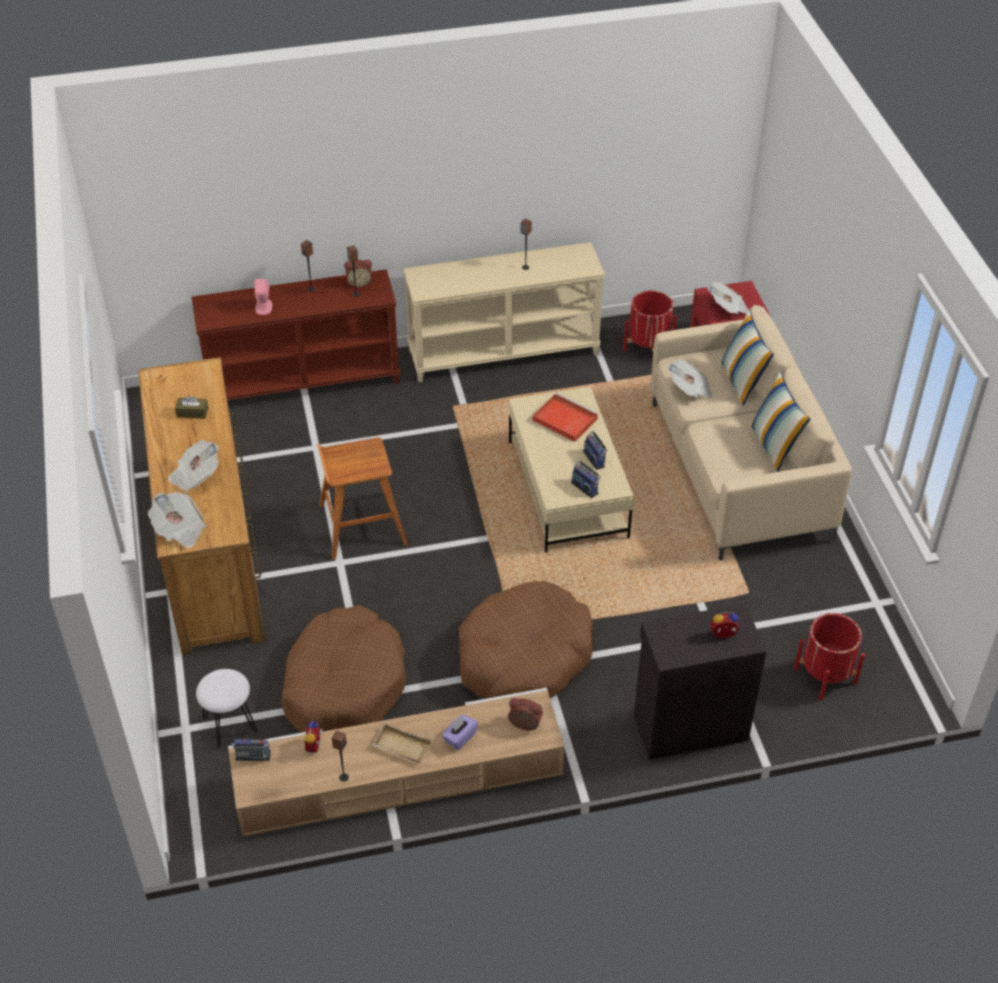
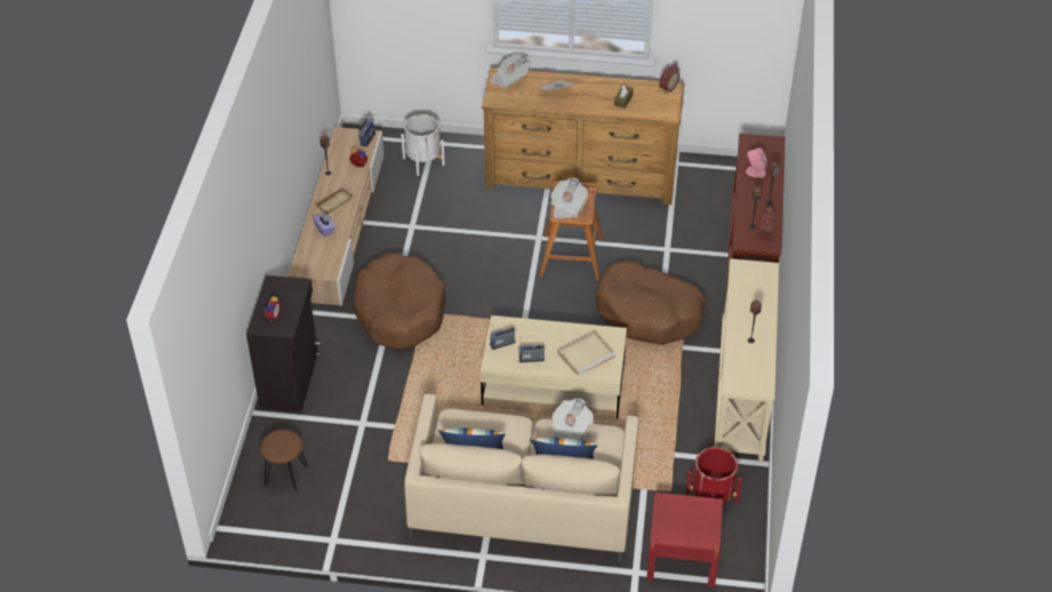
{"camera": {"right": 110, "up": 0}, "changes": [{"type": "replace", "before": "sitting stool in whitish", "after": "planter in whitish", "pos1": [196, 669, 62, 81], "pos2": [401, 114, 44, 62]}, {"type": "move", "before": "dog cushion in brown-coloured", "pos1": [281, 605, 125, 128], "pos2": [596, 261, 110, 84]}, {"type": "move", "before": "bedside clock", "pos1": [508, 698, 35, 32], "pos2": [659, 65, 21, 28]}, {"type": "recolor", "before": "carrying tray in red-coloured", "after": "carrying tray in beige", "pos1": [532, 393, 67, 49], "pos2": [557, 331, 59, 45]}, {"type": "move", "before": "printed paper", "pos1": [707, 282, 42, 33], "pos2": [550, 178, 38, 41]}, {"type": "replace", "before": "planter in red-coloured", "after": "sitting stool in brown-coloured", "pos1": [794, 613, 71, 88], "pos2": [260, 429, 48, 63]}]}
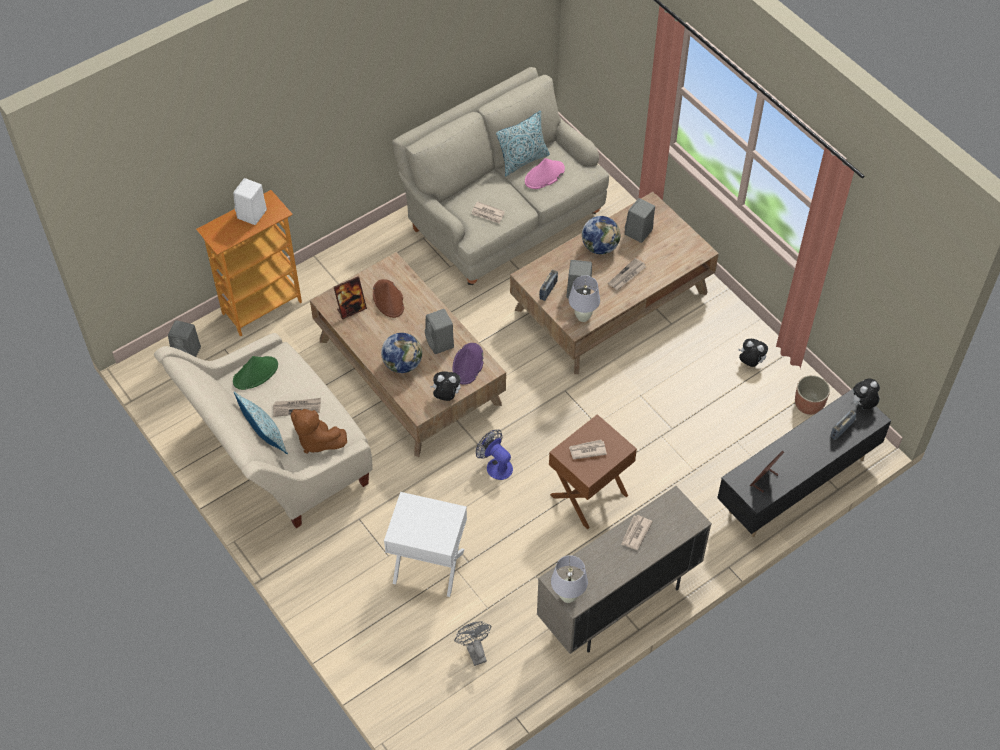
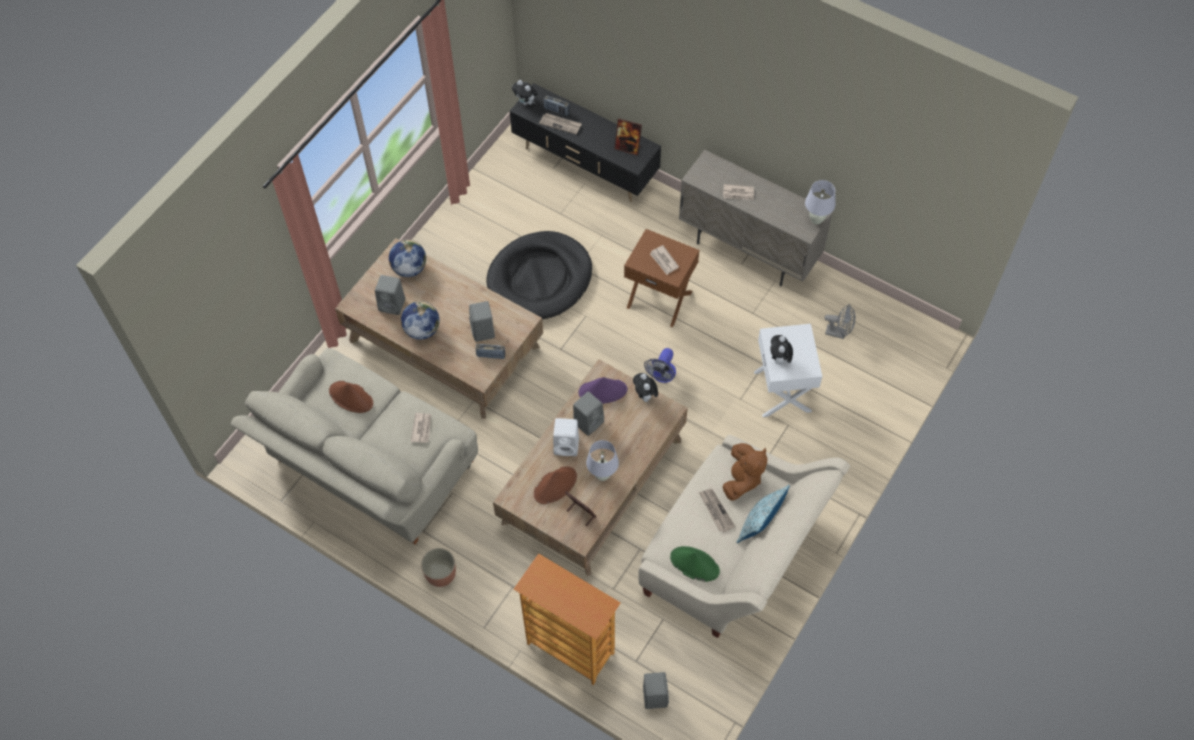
{"camera": {"right": -110, "up": 5}, "changes": [{"type": "move", "before": "audio speaker in whitish", "pos1": [233, 178, 34, 47], "pos2": [553, 418, 26, 38]}, {"type": "move", "before": "desk globe", "pos1": [381, 333, 41, 40], "pos2": [389, 240, 37, 37]}, {"type": "rotate", "before": "fan in gray", "pos1": [454, 621, 37, 45], "pos2": [825, 304, 30, 35], "turn": -120}, {"type": "delete", "before": "cushion", "pos1": [496, 111, 54, 66]}, {"type": "recolor", "before": "clothing hat in pink-coloured", "after": "clothing hat in brown-coloured", "pos1": [525, 158, 40, 31], "pos2": [329, 381, 44, 32]}, {"type": "move", "before": "tabletop lamp in whitish", "pos1": [569, 275, 31, 47], "pos2": [586, 440, 33, 41]}, {"type": "move", "before": "printed paper", "pos1": [608, 258, 38, 32], "pos2": [539, 113, 43, 21]}, {"type": "move", "before": "soft toy", "pos1": [739, 339, 29, 28], "pos2": [770, 335, 23, 30]}, {"type": "move", "before": "planter", "pos1": [795, 375, 35, 40], "pos2": [421, 548, 35, 39]}, {"type": "insert", "after": "dog cushion in black-coloured", "pos2": [486, 231, 106, 88]}]}
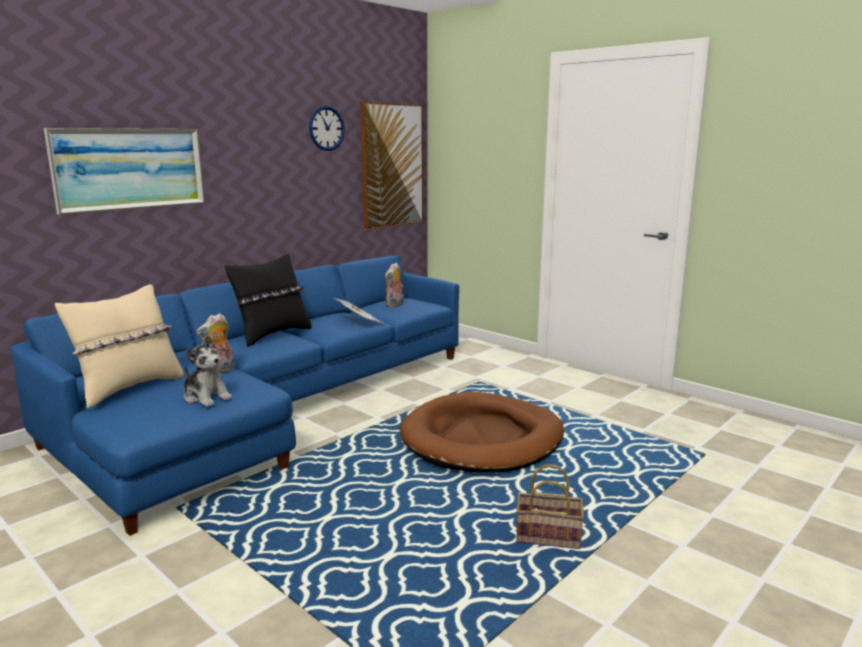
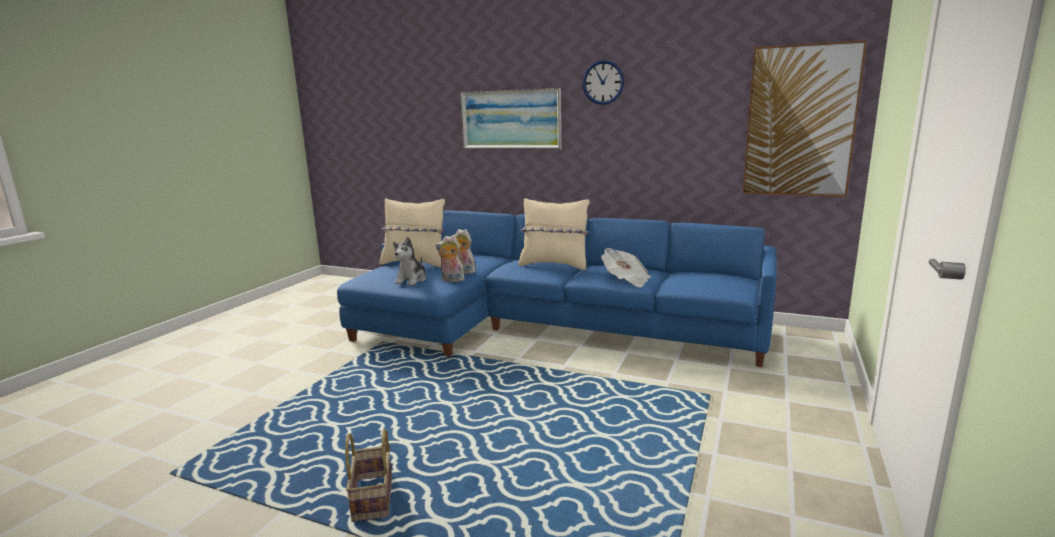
{"camera": {"right": 70, "up": 0}, "changes": [{"type": "recolor", "before": "cushion in black-coloured", "after": "cushion in beige", "pos1": [225, 254, 87, 93], "pos2": [518, 198, 72, 72]}, {"type": "move", "before": "clock on the wall", "pos1": [309, 106, 36, 45], "pos2": [582, 60, 42, 45]}, {"type": "move", "before": "soft toy", "pos1": [385, 263, 19, 44], "pos2": [436, 235, 29, 47]}, {"type": "delete", "before": "dog cushion in brown-coloured", "pos1": [400, 392, 164, 81]}]}
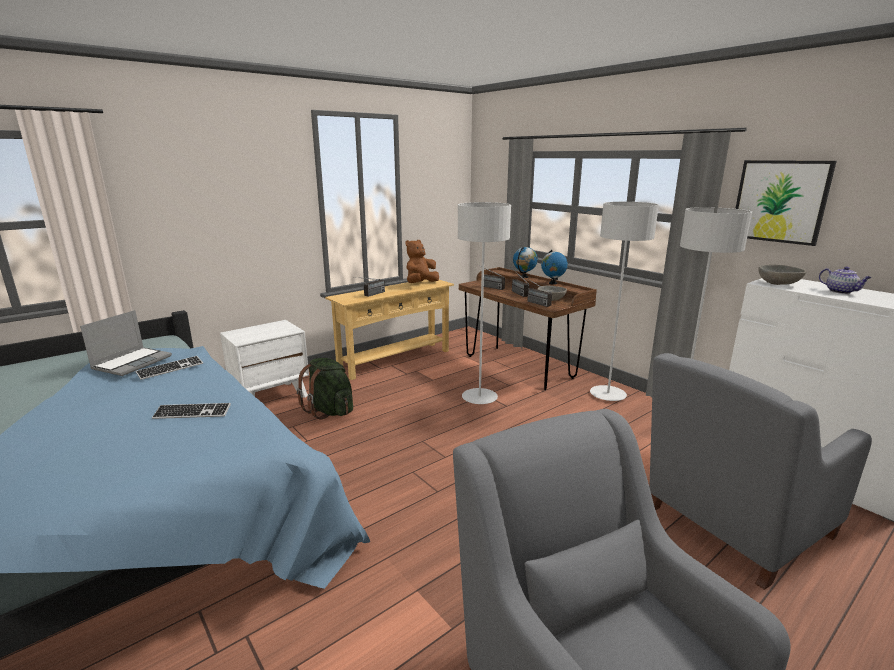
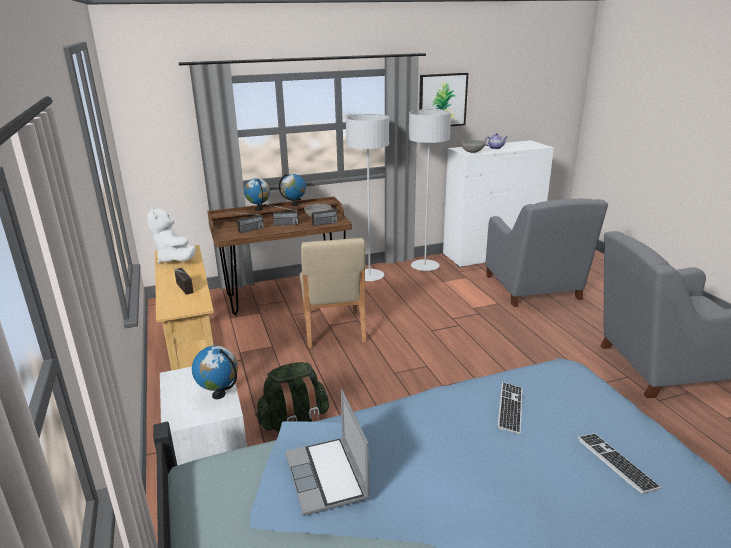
{"camera": {"right": -70, "up": 5}, "changes": [{"type": "rotate", "before": "portable computer", "pos1": [80, 310, 92, 66], "pos2": [285, 389, 85, 127], "turn": -150}, {"type": "move", "before": "computer keyboard", "pos1": [135, 356, 68, 24], "pos2": [578, 433, 83, 61]}, {"type": "recolor", "before": "soft toy in brown-coloured", "after": "soft toy in whitish", "pos1": [405, 240, 34, 43], "pos2": [147, 207, 49, 56]}, {"type": "replace", "before": "standing lamp in gray", "after": "upright chair in beige", "pos1": [458, 202, 53, 202], "pos2": [300, 238, 66, 110]}, {"type": "insert", "after": "desk globe", "pos2": [192, 346, 46, 53]}]}
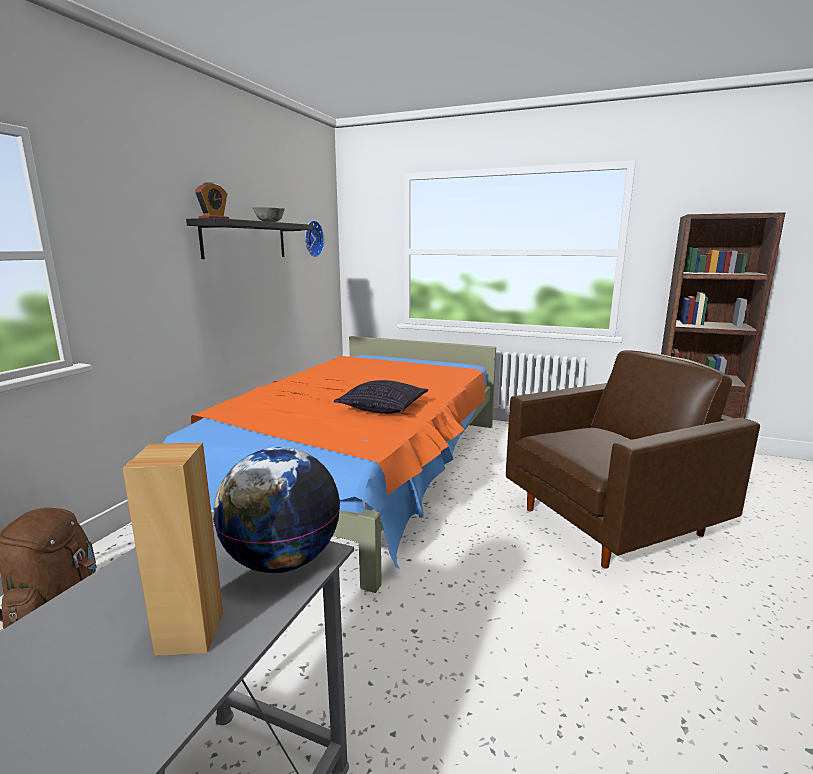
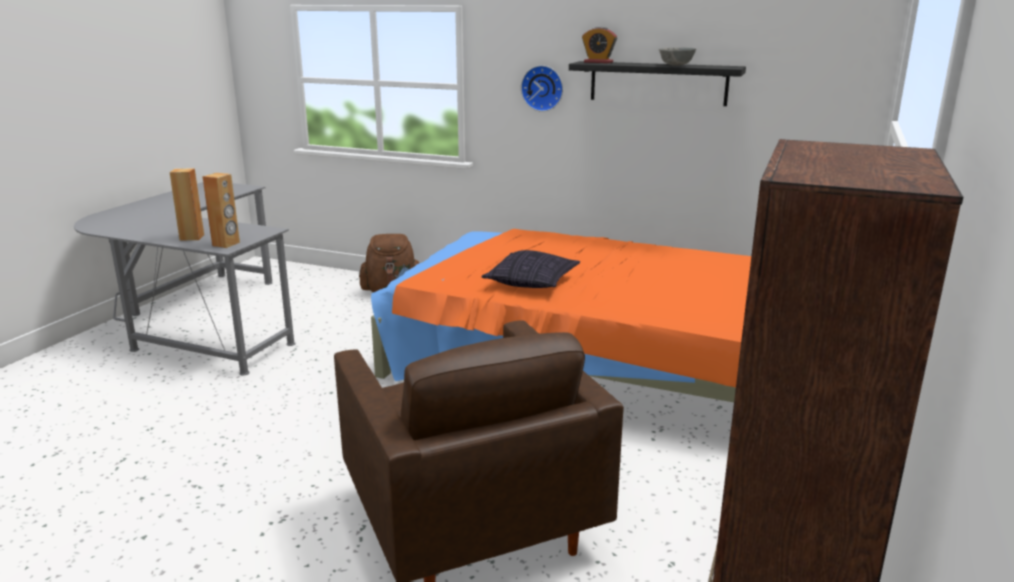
{"camera": {"right": 90, "up": 5}, "changes": [{"type": "replace", "before": "desk globe", "after": "audio speaker in brown-coloured", "pos1": [213, 447, 127, 126], "pos2": [202, 173, 38, 75]}, {"type": "move", "before": "clock on the wall", "pos1": [305, 221, 20, 36], "pos2": [521, 65, 42, 47]}]}
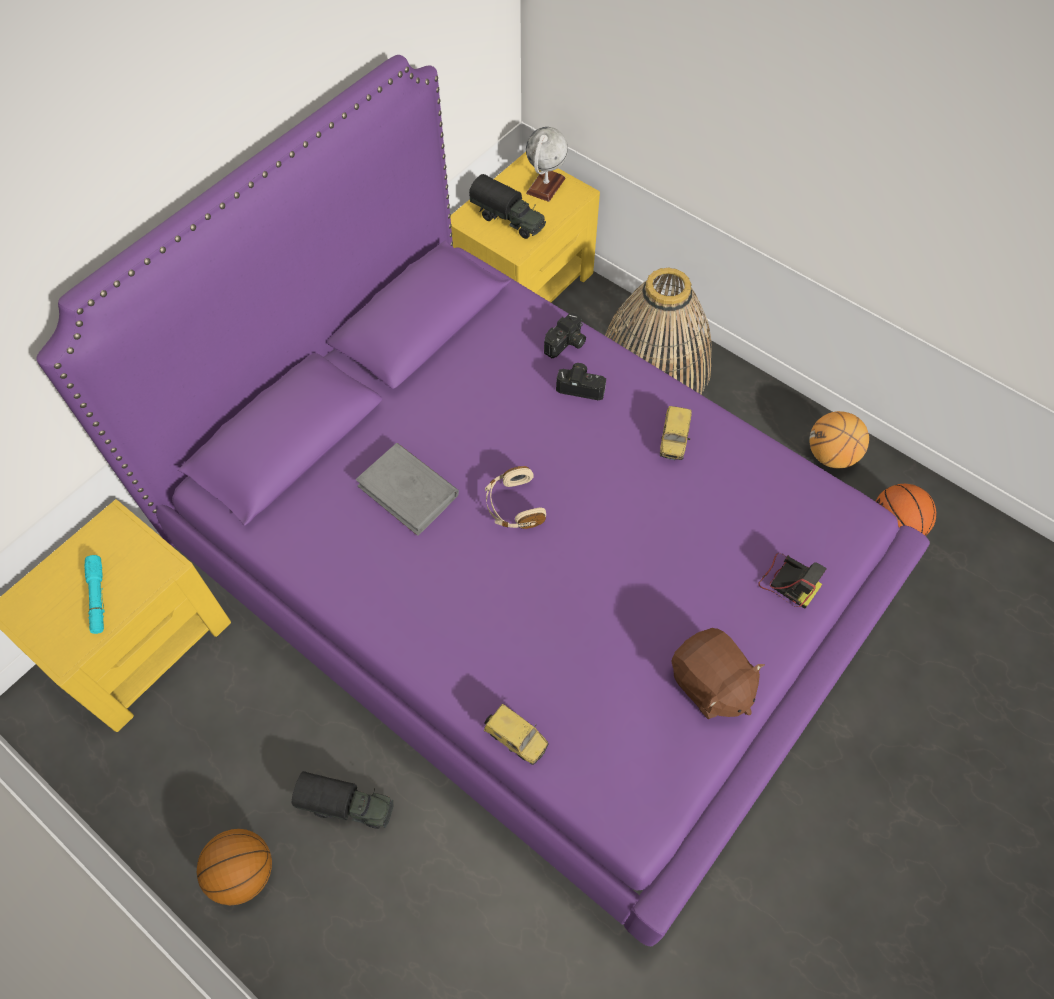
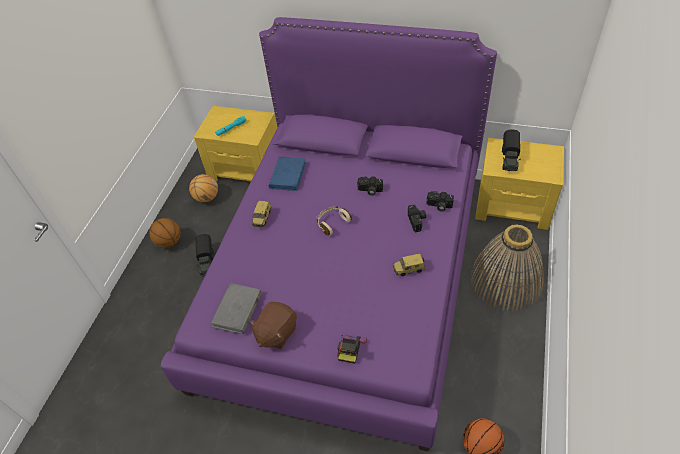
{"camera": {"right": 70, "up": -10}, "changes": [{"type": "move", "before": "bound book in gray", "pos1": [356, 443, 103, 93], "pos2": [211, 283, 51, 51]}, {"type": "move", "before": "miniature car", "pos1": [484, 704, 65, 61], "pos2": [252, 201, 20, 26]}, {"type": "delete", "before": "desk globe", "pos1": [526, 127, 42, 75]}, {"type": "move", "before": "basketball ball", "pos1": [809, 411, 60, 57], "pos2": [189, 174, 29, 28]}, {"type": "insert", "after": "bound book in bluish", "pos2": [269, 156, 37, 35]}, {"type": "insert", "after": "still camera", "pos2": [357, 176, 26, 20]}]}
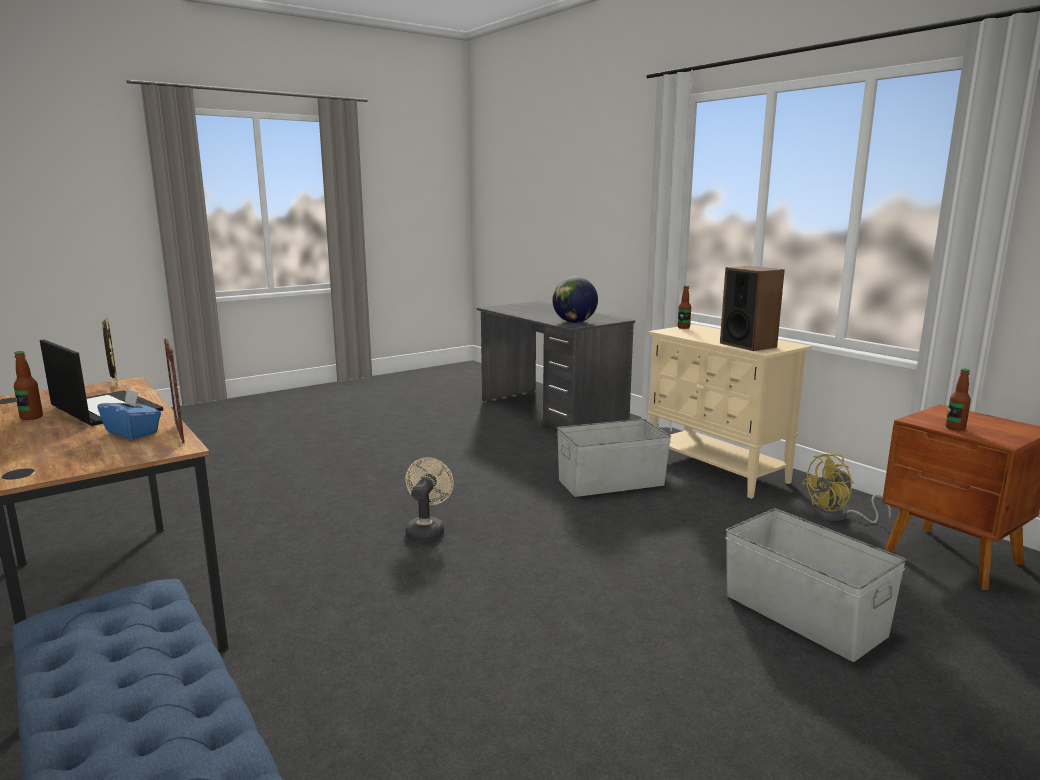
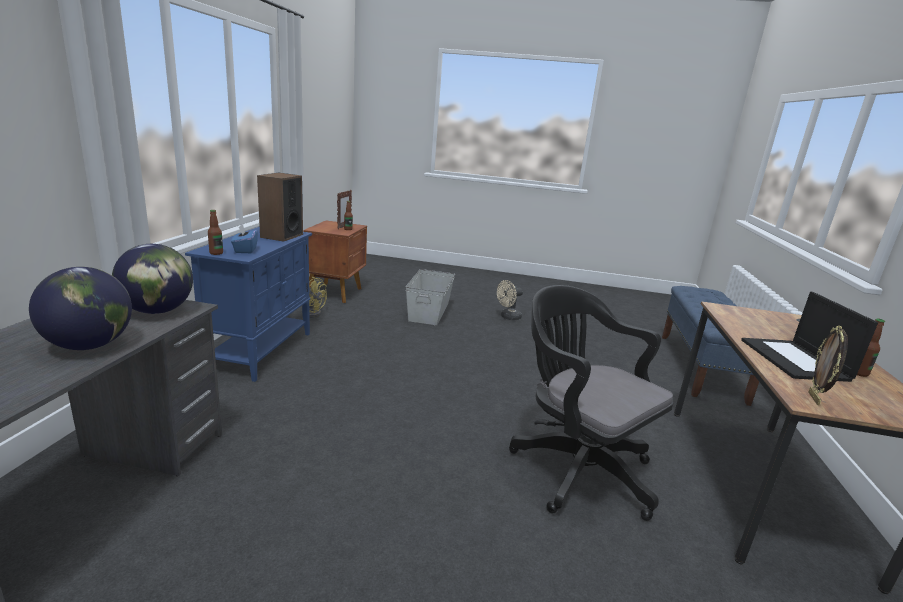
{"camera": {"right": -135, "up": 5}, "changes": [{"type": "move", "before": "tissue box in bluish", "pos1": [97, 389, 64, 51], "pos2": [231, 224, 27, 29]}, {"type": "move", "before": "photo frame", "pos1": [164, 339, 20, 105], "pos2": [337, 190, 15, 39]}, {"type": "move", "before": "fan in beige", "pos1": [405, 457, 49, 85], "pos2": [497, 280, 26, 40]}, {"type": "delete", "before": "storage box in gray", "pos1": [557, 419, 114, 78]}, {"type": "recolor", "before": "cupboard in beige", "after": "cupboard in bluish", "pos1": [648, 324, 164, 175], "pos2": [185, 226, 127, 156]}, {"type": "insert", "after": "desk globe", "pos2": [29, 267, 103, 83]}, {"type": "insert", "after": "desk chair in black-coloured", "pos2": [509, 285, 164, 236]}]}
